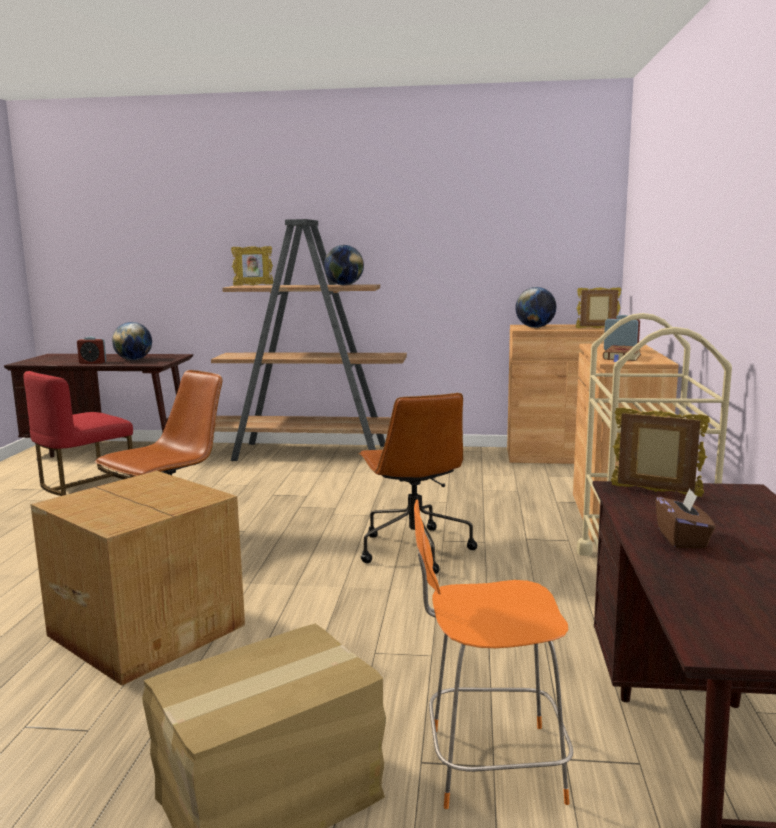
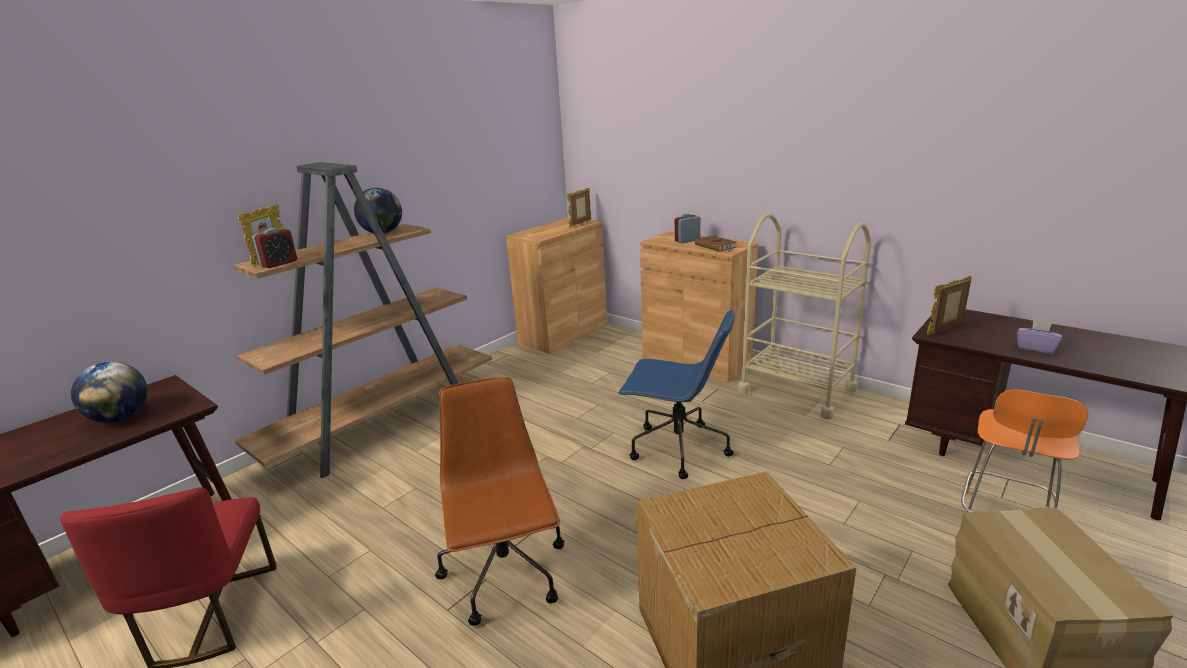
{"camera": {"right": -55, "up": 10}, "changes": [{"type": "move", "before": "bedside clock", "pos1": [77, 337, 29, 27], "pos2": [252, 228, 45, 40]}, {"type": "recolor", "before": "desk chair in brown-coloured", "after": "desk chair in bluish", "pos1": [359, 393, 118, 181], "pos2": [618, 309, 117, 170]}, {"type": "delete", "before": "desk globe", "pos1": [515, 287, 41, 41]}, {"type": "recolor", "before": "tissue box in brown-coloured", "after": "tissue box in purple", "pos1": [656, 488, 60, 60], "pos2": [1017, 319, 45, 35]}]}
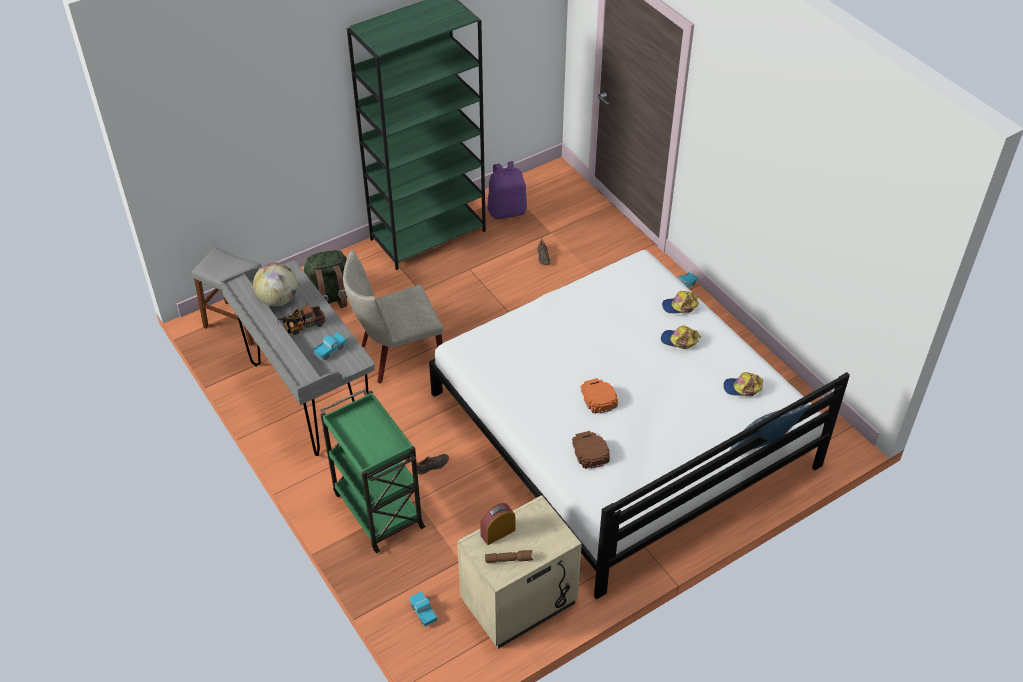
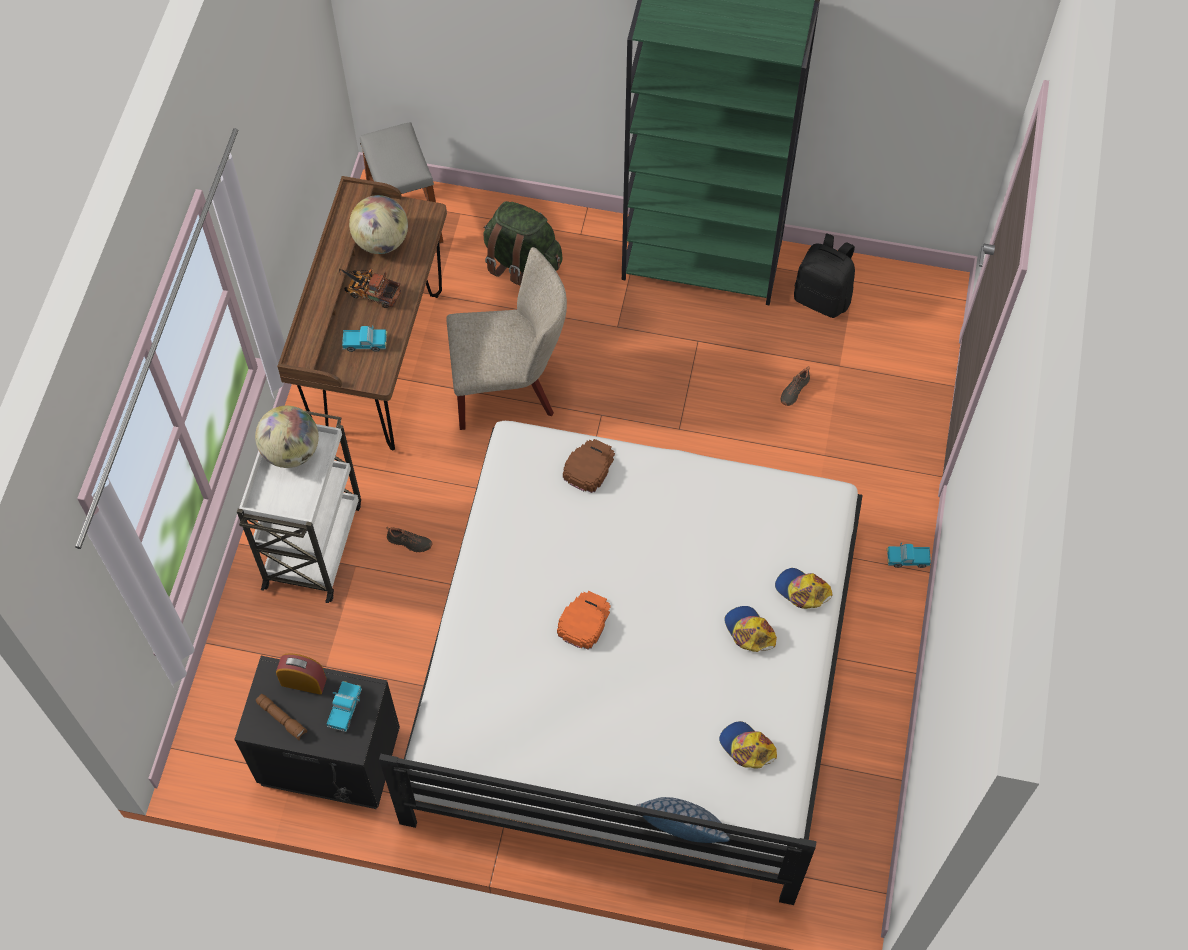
{"camera": {"right": 45, "up": 15}, "changes": [{"type": "recolor", "before": "desk table in gray", "after": "desk table in brown-coloured", "pos1": [220, 261, 155, 195], "pos2": [277, 176, 170, 274]}, {"type": "recolor", "before": "cart in greenish", "after": "cart in whitish", "pos1": [321, 389, 105, 164], "pos2": [237, 411, 124, 192]}, {"type": "rotate", "before": "upright chair in beige", "pos1": [343, 250, 100, 134], "pos2": [446, 247, 121, 183], "turn": 150}, {"type": "move", "before": "model truck", "pos1": [409, 591, 29, 36], "pos2": [327, 681, 35, 51]}, {"type": "recolor", "before": "bedside table in beige", "after": "bedside table in black-coloured", "pos1": [457, 495, 125, 154], "pos2": [234, 656, 166, 153]}, {"type": "recolor", "before": "knapsack in purple", "after": "knapsack in black-coloured", "pos1": [488, 161, 39, 58], "pos2": [794, 233, 61, 85]}, {"type": "move", "before": "cap in brown-coloured", "pos1": [572, 431, 38, 38], "pos2": [563, 439, 52, 54]}, {"type": "insert", "after": "desk globe", "pos2": [255, 406, 64, 62]}]}
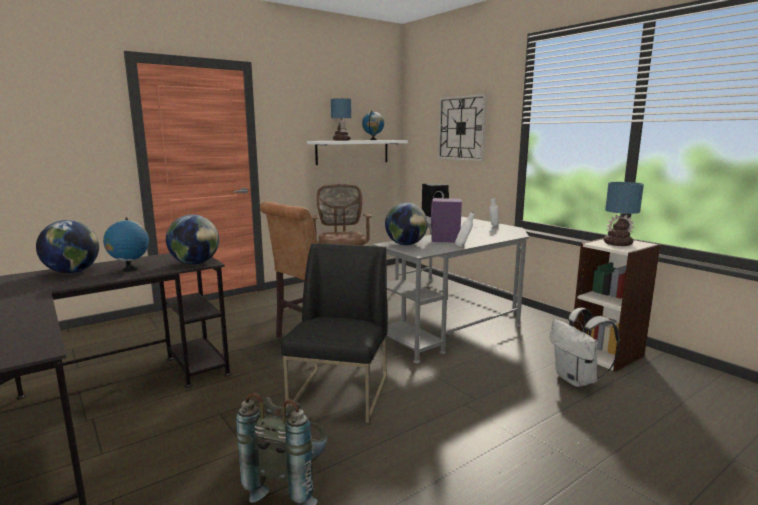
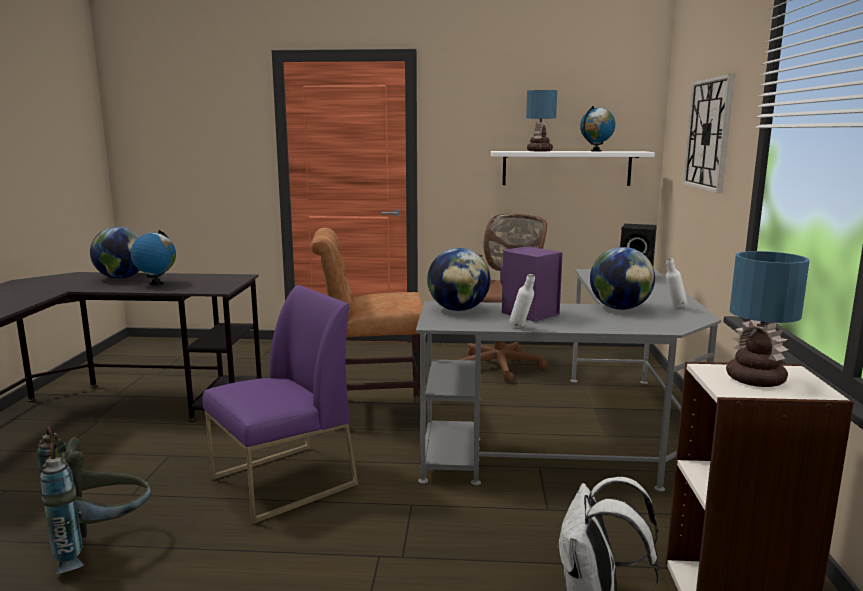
{"camera": {"right": 40, "up": 0}, "changes": [{"type": "move", "before": "desk globe", "pos1": [166, 215, 53, 50], "pos2": [590, 247, 65, 63]}, {"type": "recolor", "before": "upright chair in black-coloured", "after": "upright chair in purple", "pos1": [281, 243, 107, 180], "pos2": [203, 285, 155, 239]}]}
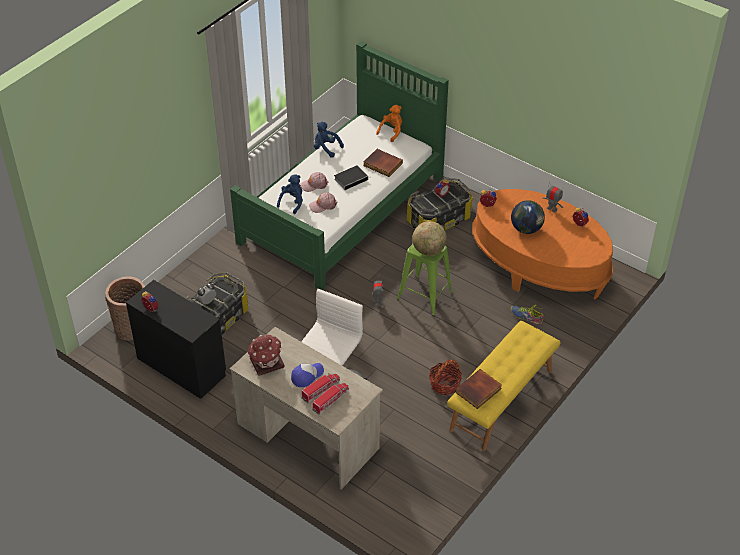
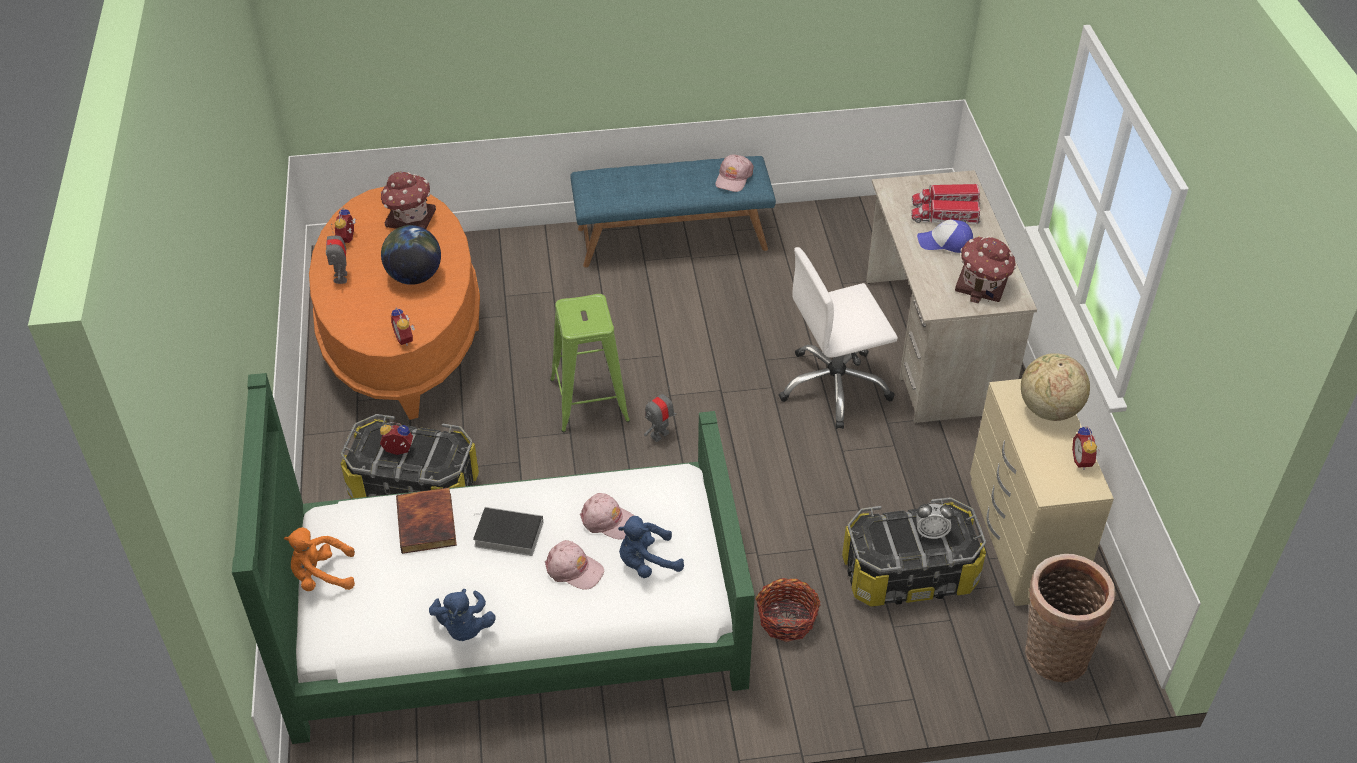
{"camera": {"right": -135, "up": 0}, "changes": [{"type": "recolor", "before": "drawer chest in black-coloured", "after": "drawer chest in beige", "pos1": [126, 280, 100, 119], "pos2": [970, 379, 144, 227]}, {"type": "move", "before": "desk globe", "pos1": [412, 221, 35, 35], "pos2": [1021, 353, 69, 68]}, {"type": "move", "before": "basket", "pos1": [429, 359, 33, 36], "pos2": [755, 578, 66, 64]}, {"type": "recolor", "before": "long seat in yellowish", "after": "long seat in bluish", "pos1": [447, 321, 113, 130], "pos2": [570, 156, 206, 112]}, {"type": "replace", "before": "bound book", "after": "cap in pink-coloured", "pos1": [455, 369, 47, 40], "pos2": [716, 154, 38, 38]}, {"type": "delete", "before": "low shoe", "pos1": [511, 305, 33, 19]}, {"type": "insert", "after": "model house", "pos2": [381, 172, 55, 57]}]}
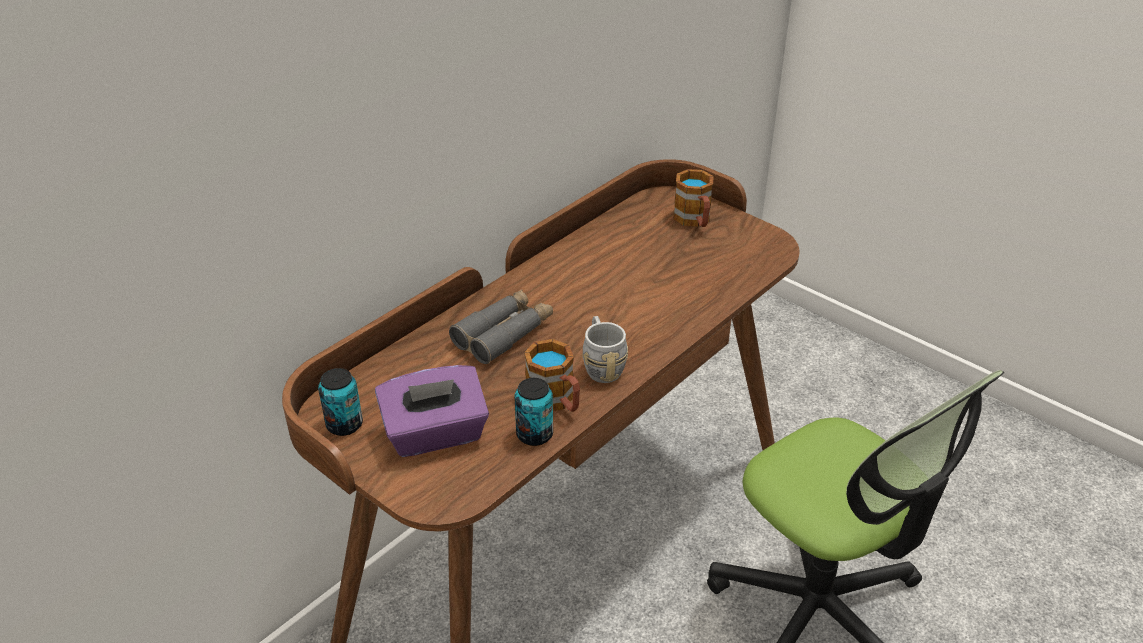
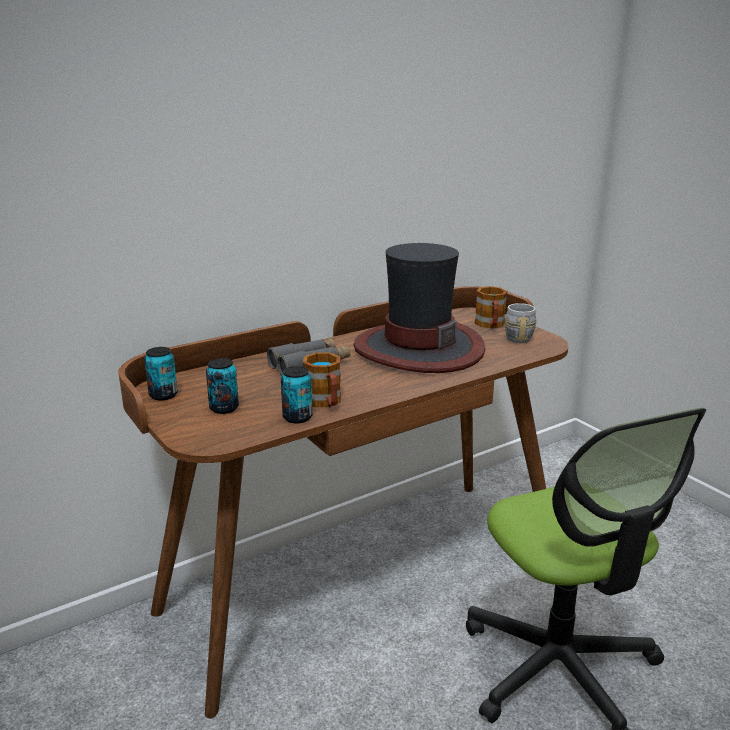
{"camera": {"right": 15, "up": -15}, "changes": [{"type": "replace", "before": "tissue box in purple", "after": "can", "pos1": [375, 365, 114, 92], "pos2": [206, 358, 33, 56]}, {"type": "move", "before": "mug in gray", "pos1": [583, 316, 45, 67], "pos2": [505, 303, 31, 40]}, {"type": "insert", "after": "clothing hat", "pos2": [353, 243, 132, 130]}]}
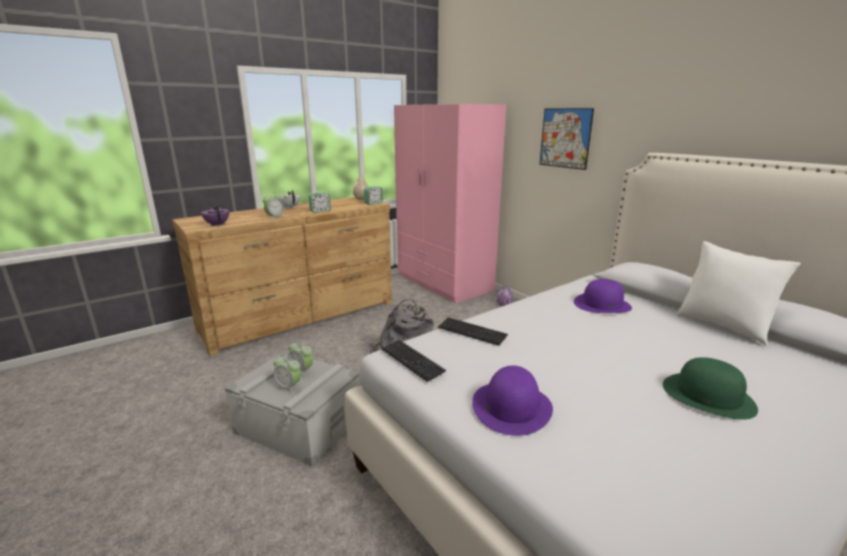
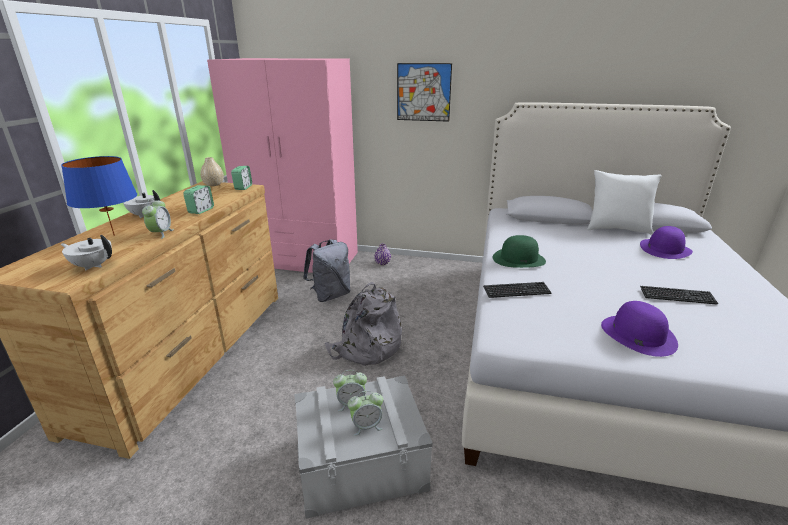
{"camera": {"right": -40, "up": 5}, "changes": [{"type": "recolor", "before": "teapot in purple", "after": "teapot in whitish", "pos1": [201, 204, 28, 22], "pos2": [61, 235, 51, 36]}, {"type": "move", "before": "computer keyboard", "pos1": [381, 340, 65, 42], "pos2": [640, 286, 78, 19]}, {"type": "move", "before": "clothing hat in purple", "pos1": [574, 279, 58, 34], "pos2": [640, 226, 53, 33]}, {"type": "move", "before": "clothing hat in greenish", "pos1": [663, 357, 95, 63], "pos2": [493, 235, 53, 33]}, {"type": "insert", "after": "tabletop lamp in bluish", "pos2": [61, 156, 76, 80]}, {"type": "insert", "after": "knapsack in gray", "pos2": [303, 239, 47, 63]}]}
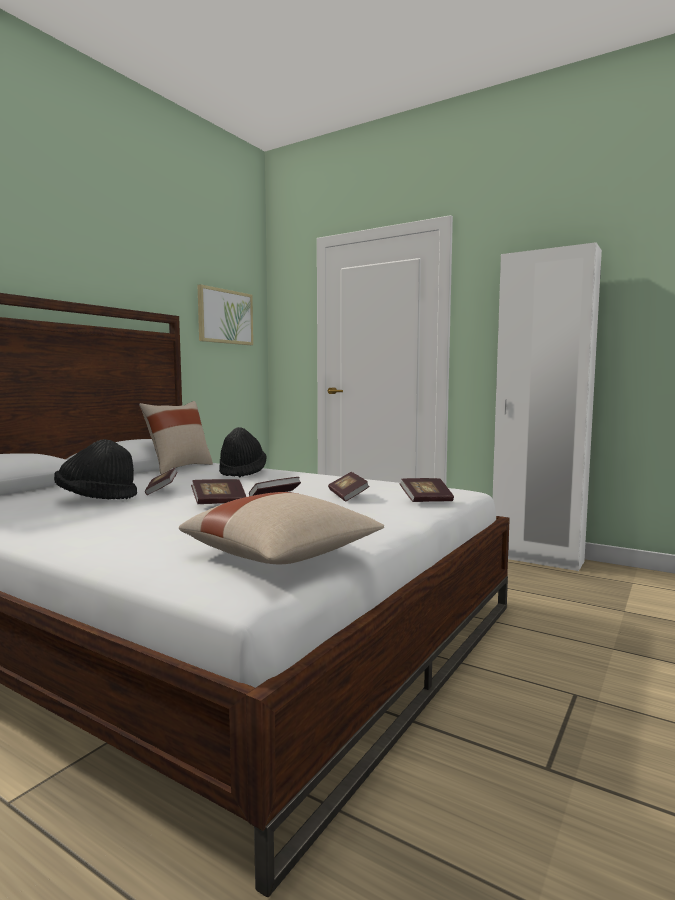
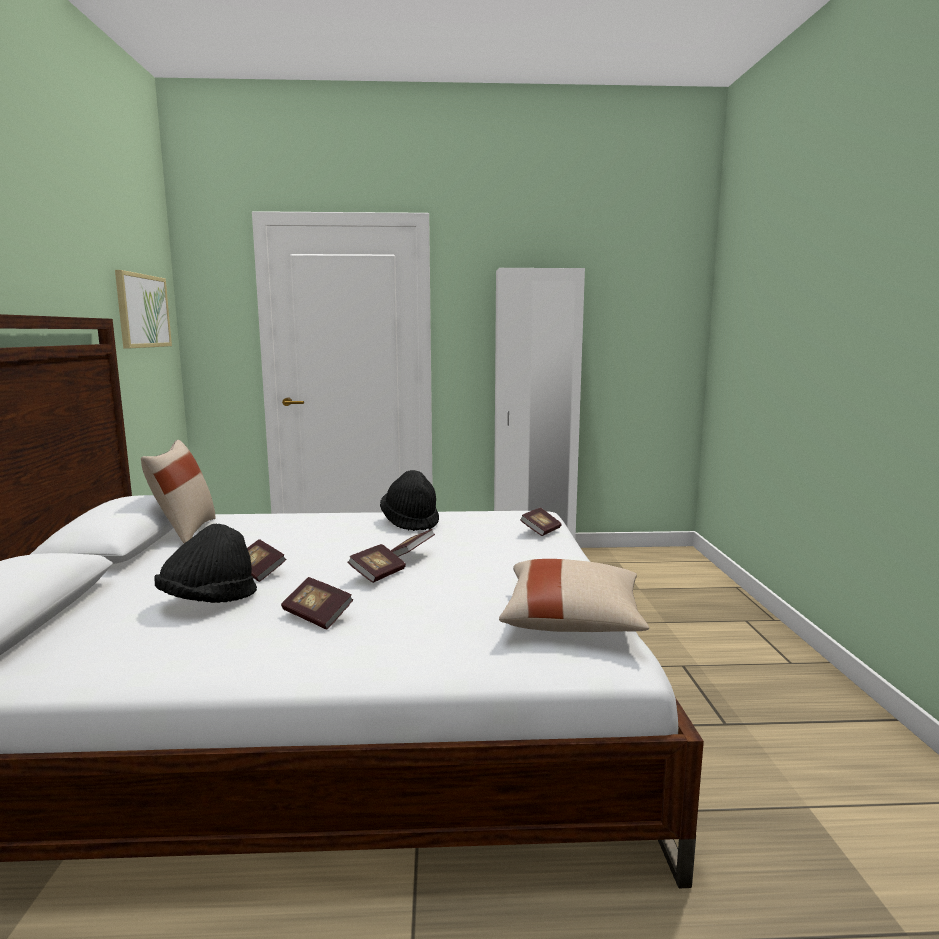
{"camera": {"right": -35, "up": 5}, "changes": [{"type": "move", "before": "clothing hat in black-coloured", "pos1": [219, 427, 48, 50], "pos2": [380, 470, 59, 61]}, {"type": "move", "before": "bound book", "pos1": [328, 472, 42, 29], "pos2": [281, 577, 73, 52]}]}
